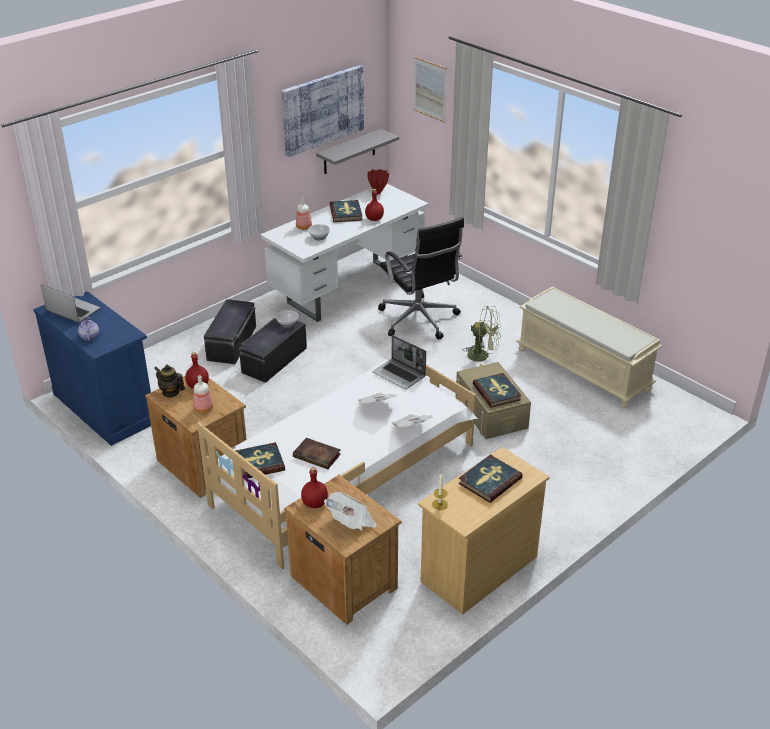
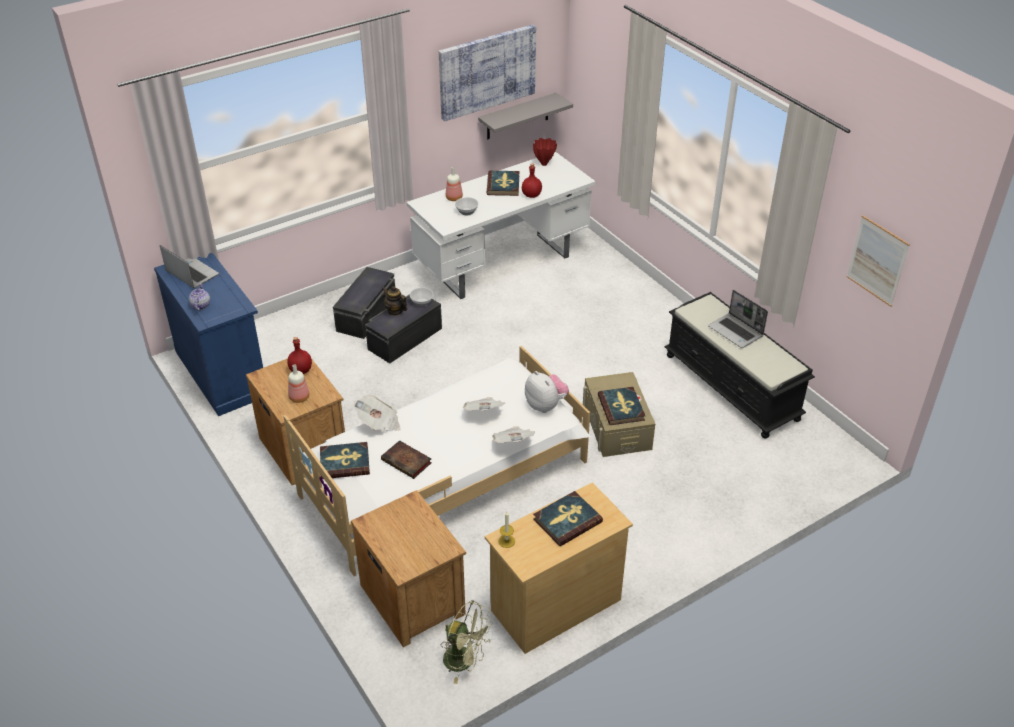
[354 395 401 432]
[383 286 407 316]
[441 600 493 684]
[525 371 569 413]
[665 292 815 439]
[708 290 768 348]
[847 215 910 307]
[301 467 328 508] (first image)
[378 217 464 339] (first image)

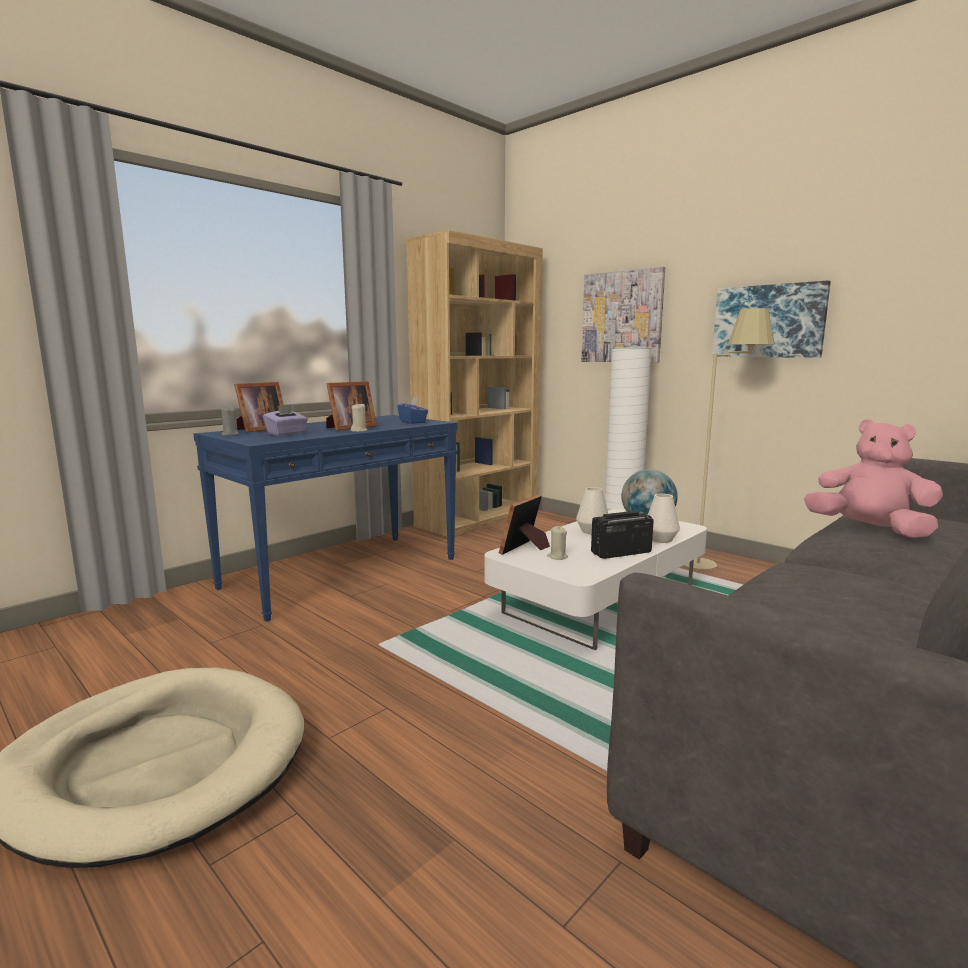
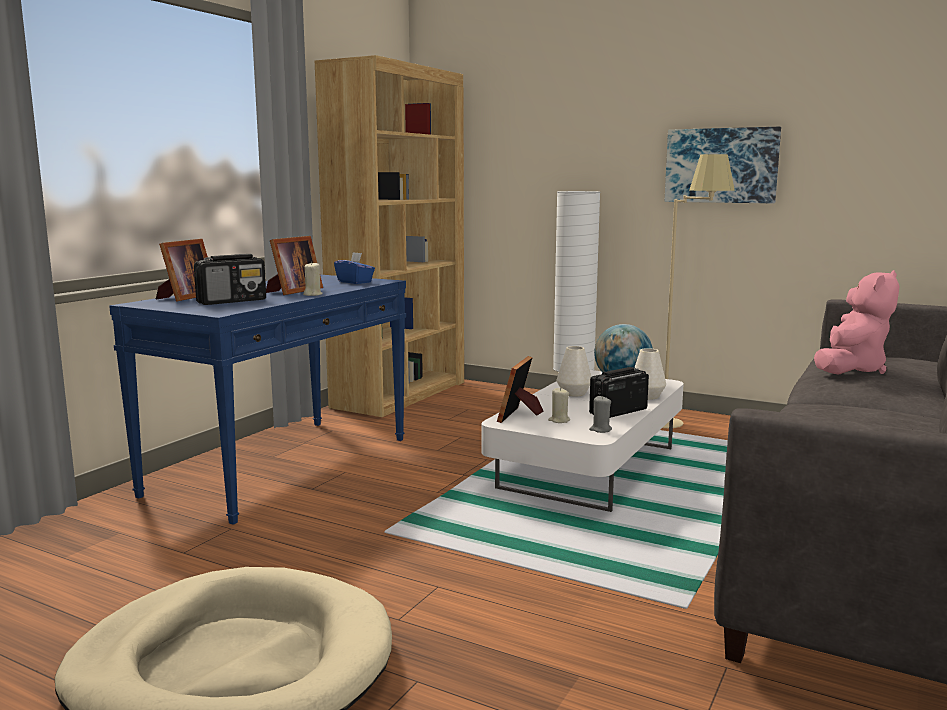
[194 254 266 305]
[589 396 612 433]
[814 270 900 374]
[582 266 665 363] (first image)

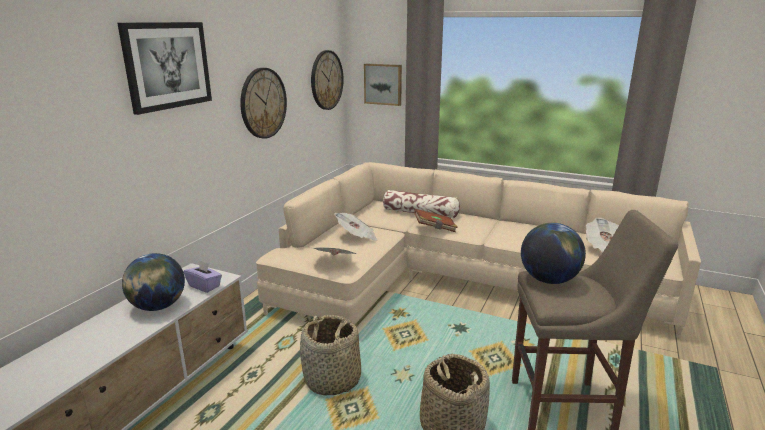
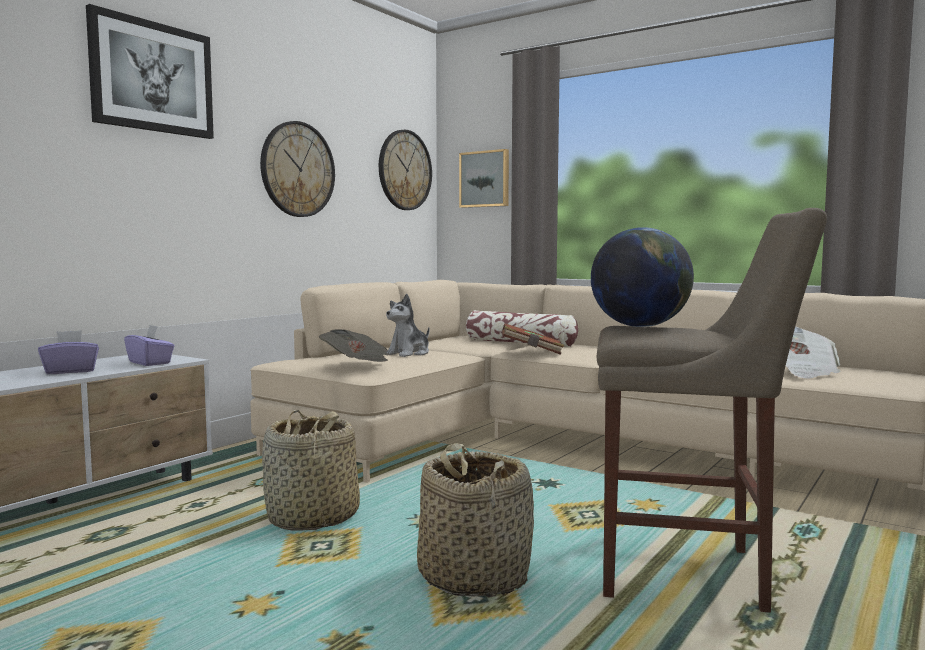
[38 330 99 374]
[386 294 429 357]

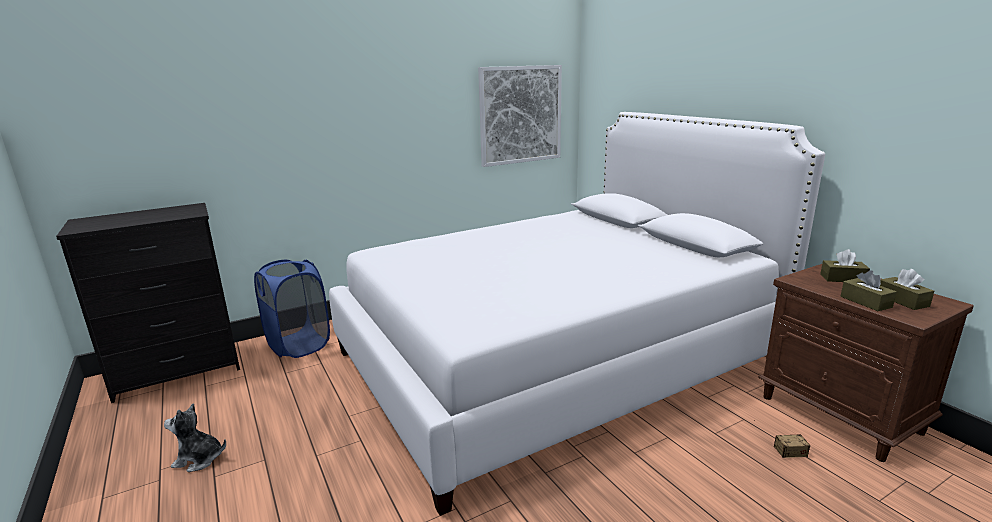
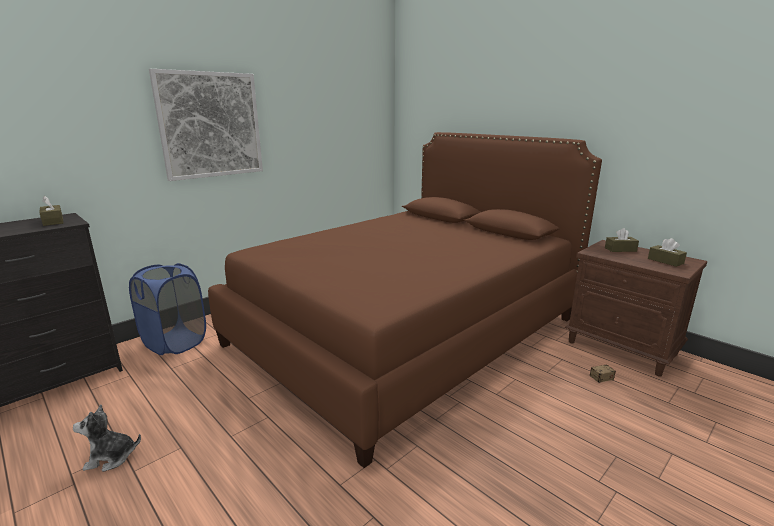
[39 196 63 226]
[149 69 263 181]
[208 132 602 468]

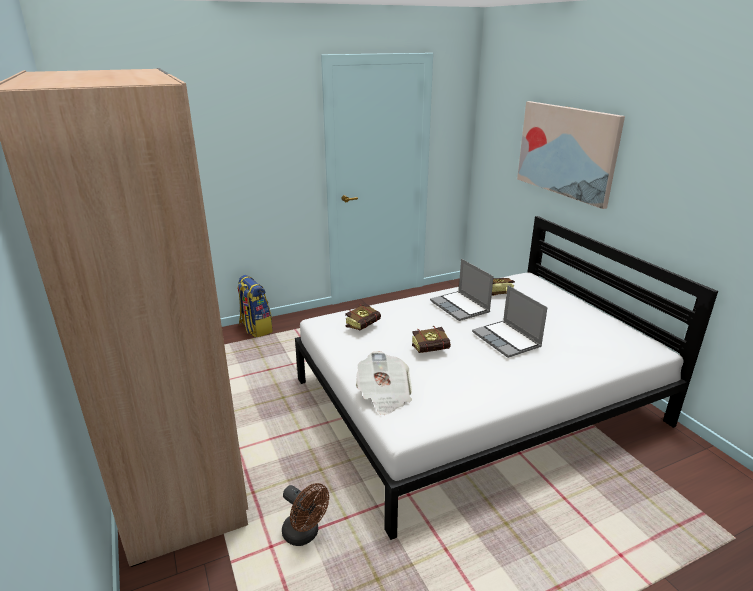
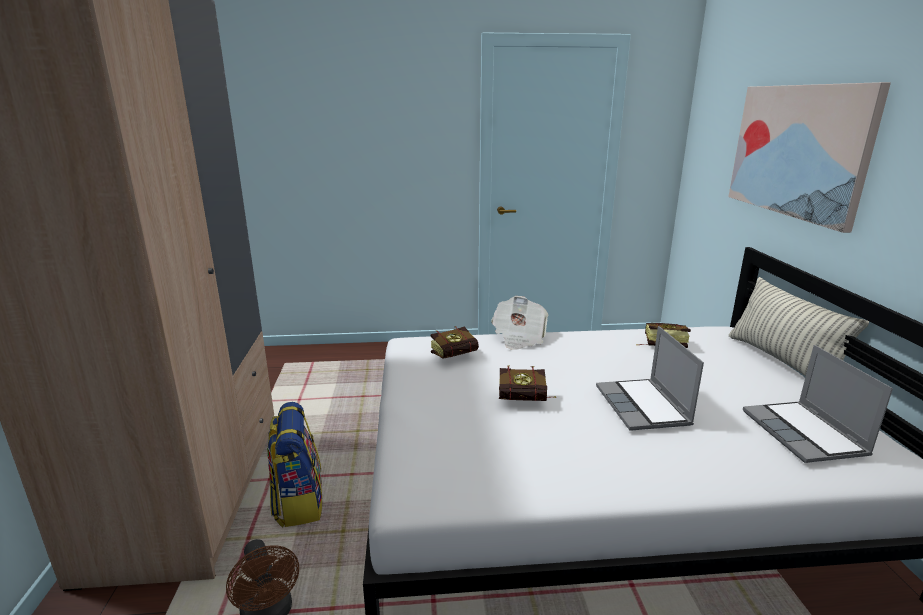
[267 402 322 528]
[491 296 548 350]
[729 277 869 376]
[743 345 893 463]

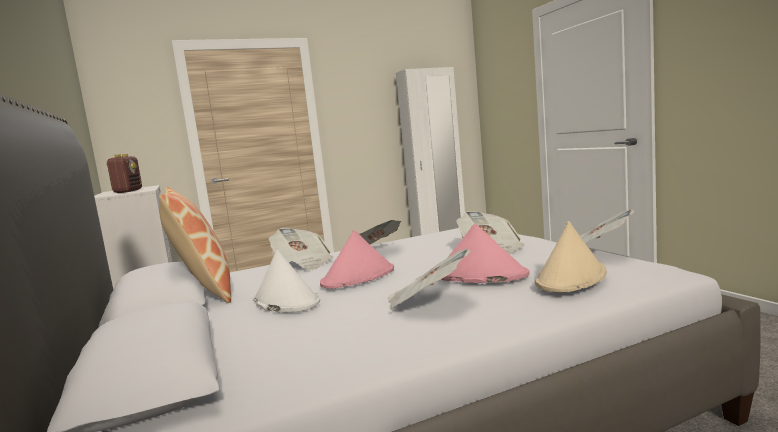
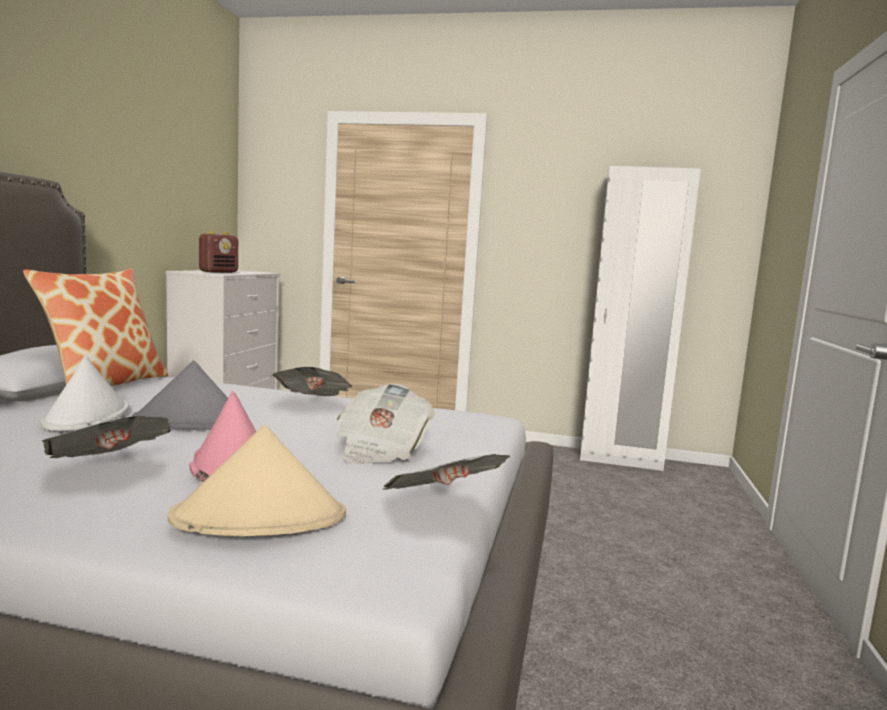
[132 361 228 429]
[269 228 333 270] (first image)

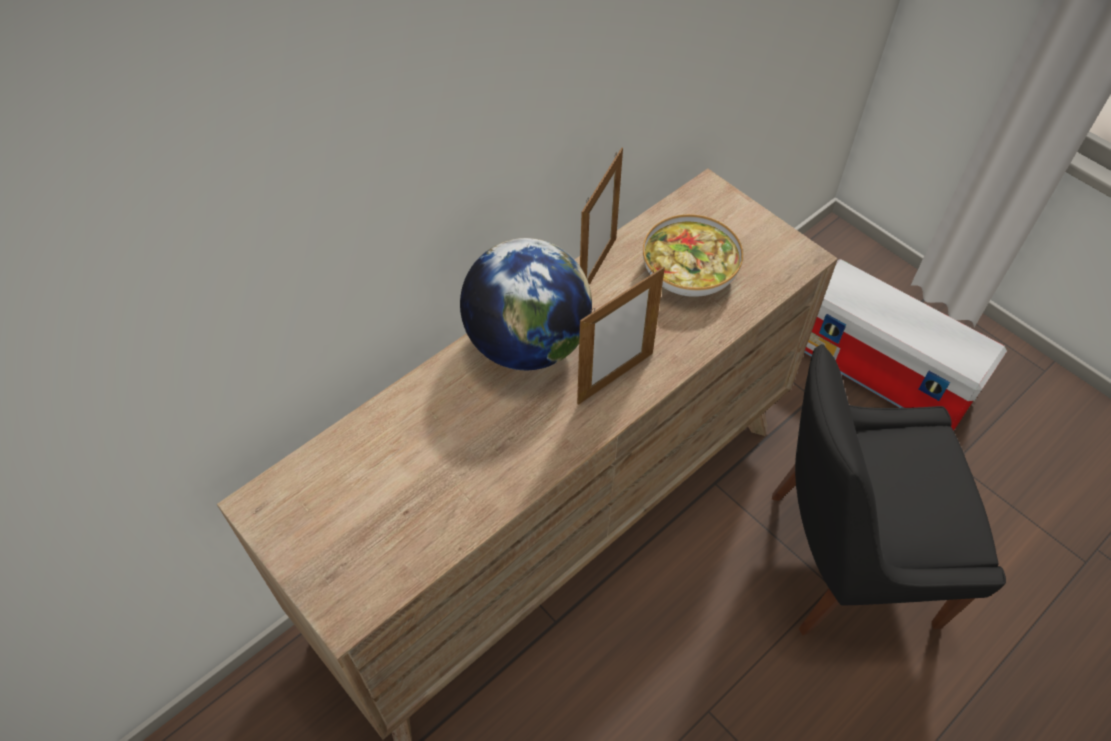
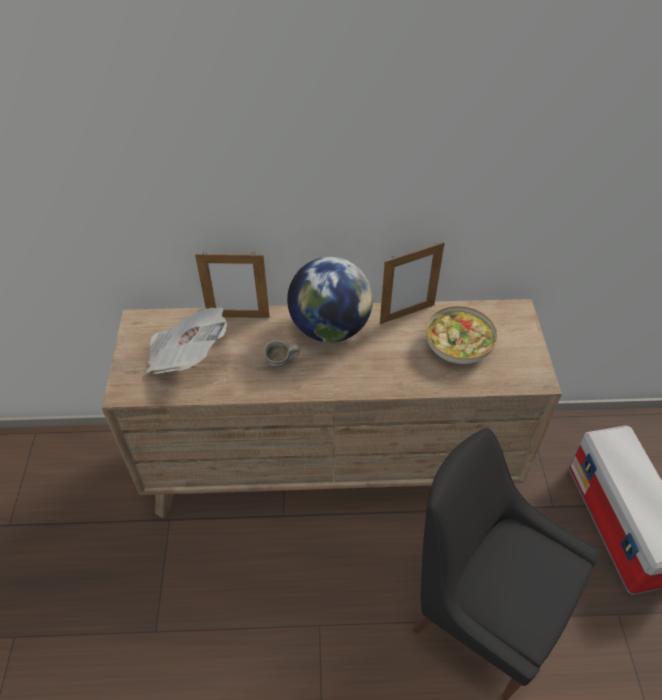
[146 307 227 374]
[195 252 270 318]
[264 340 300 367]

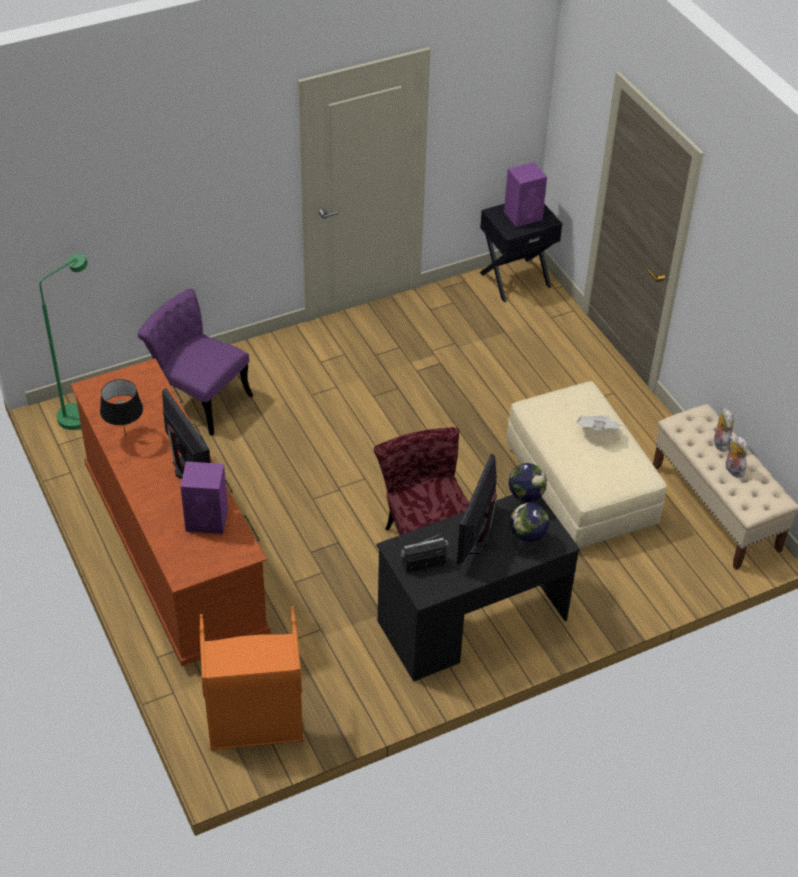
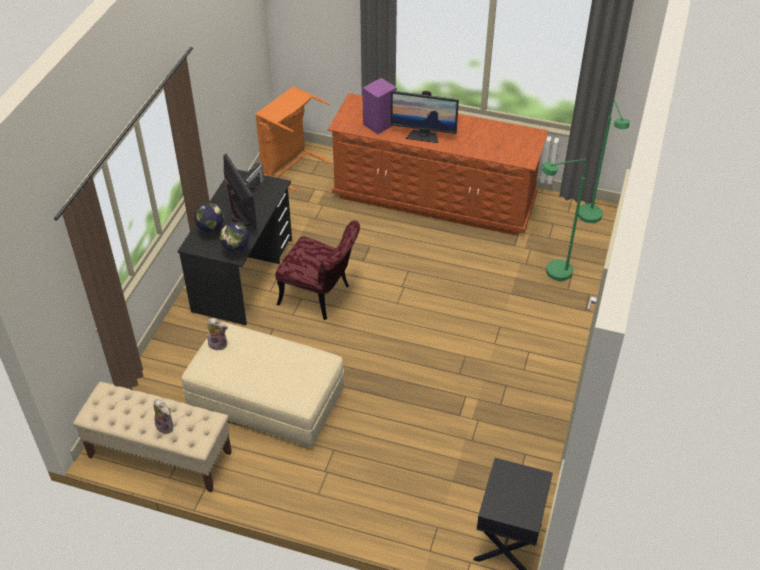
[206 318 228 351]
[541 159 587 281]
[100 379 143 437] (first image)
[504 162 547 227] (first image)
[576 415 622 430] (first image)

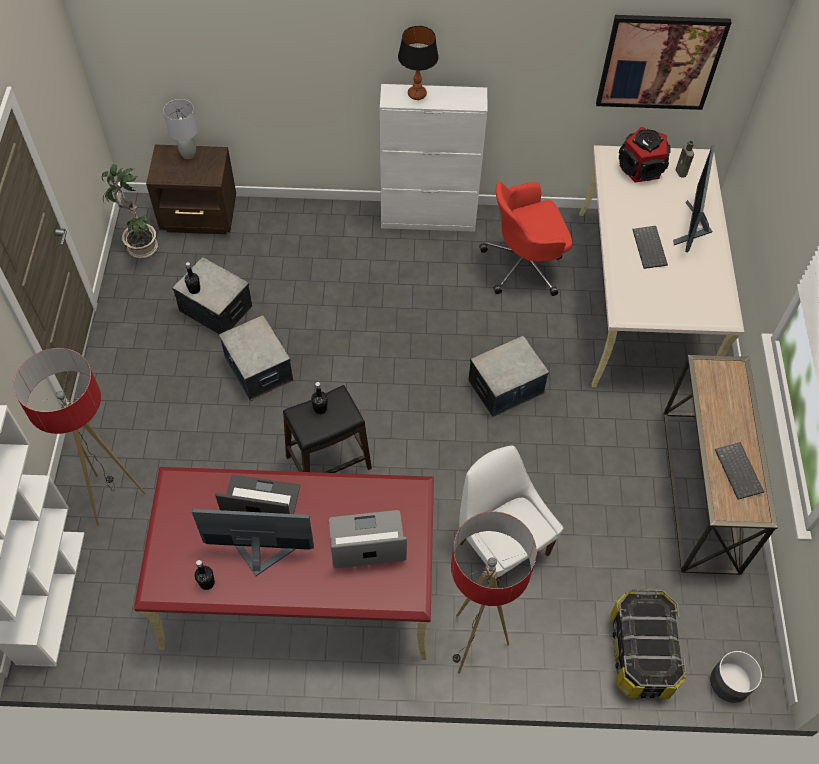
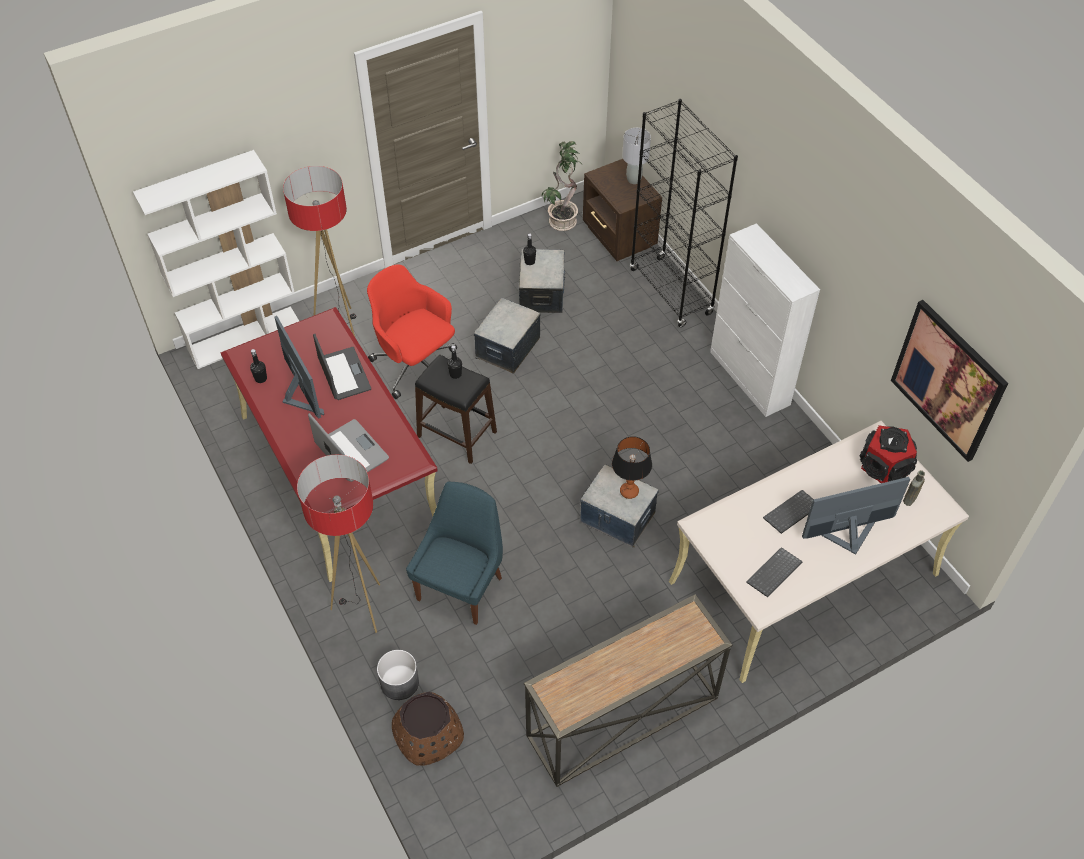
[367 264 457 399]
[377 650 419 700]
[392 692 464 766]
[406 482 503 625]
[612 436 652 499]
[630 99 738 327]
[746 547 803 597]

